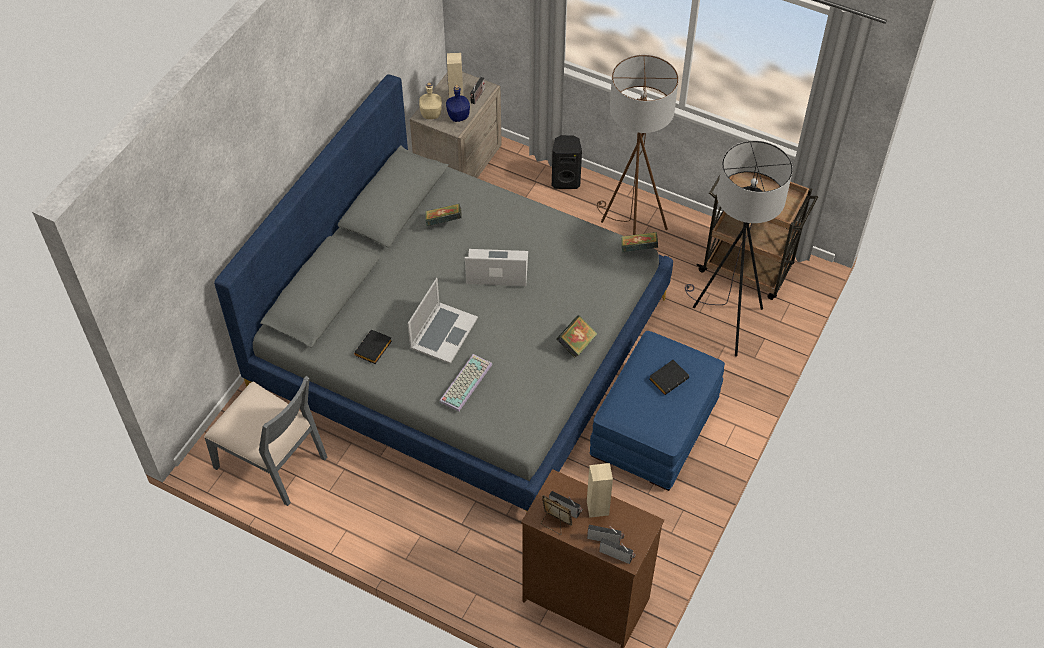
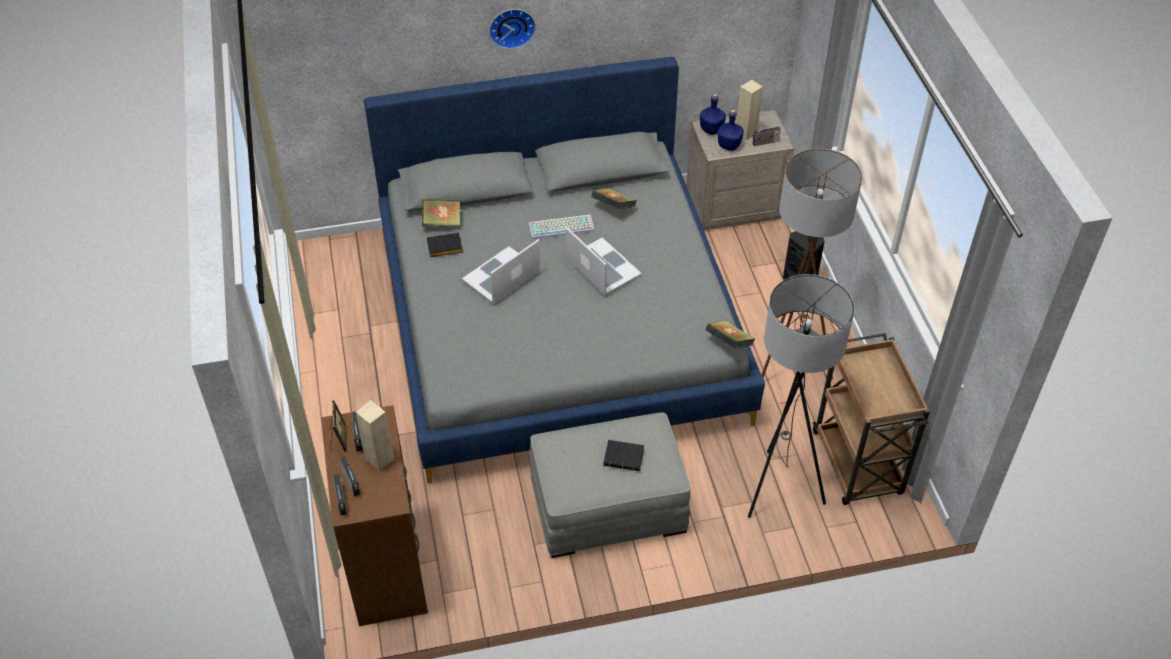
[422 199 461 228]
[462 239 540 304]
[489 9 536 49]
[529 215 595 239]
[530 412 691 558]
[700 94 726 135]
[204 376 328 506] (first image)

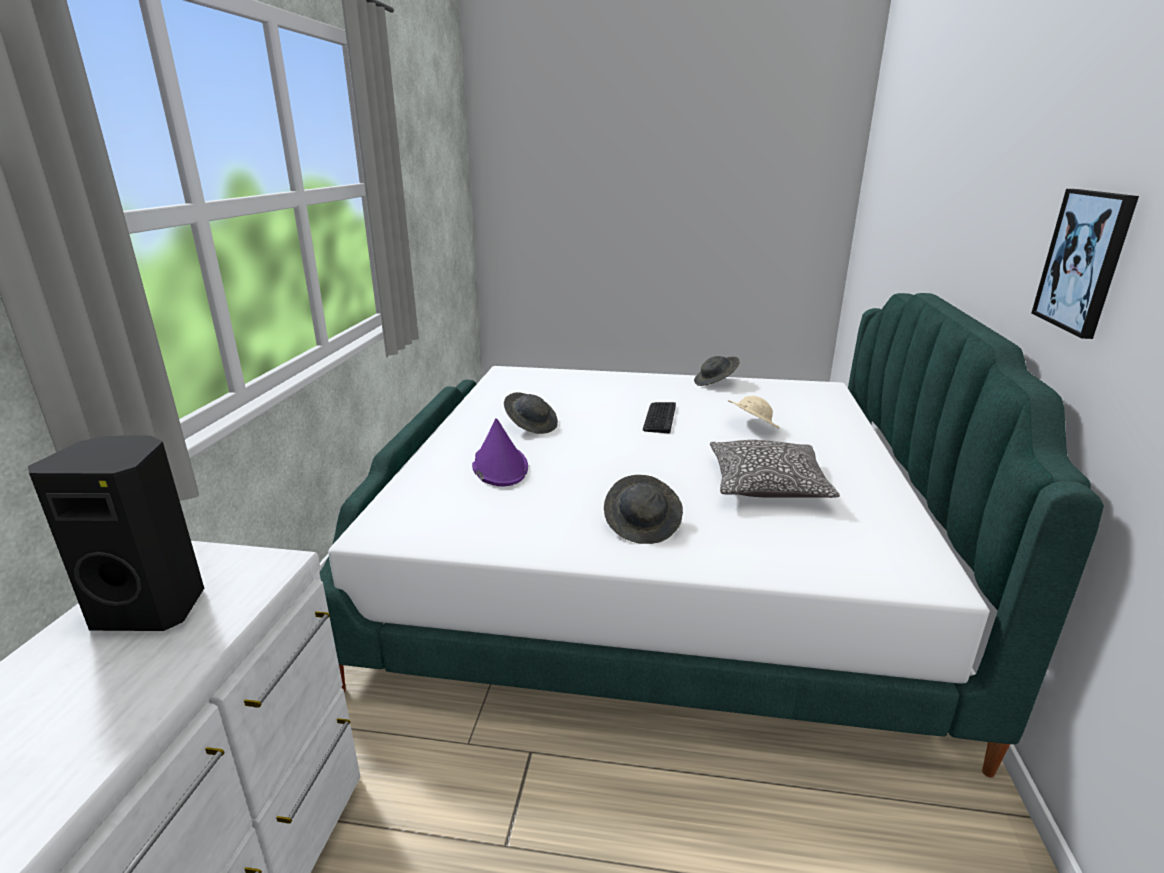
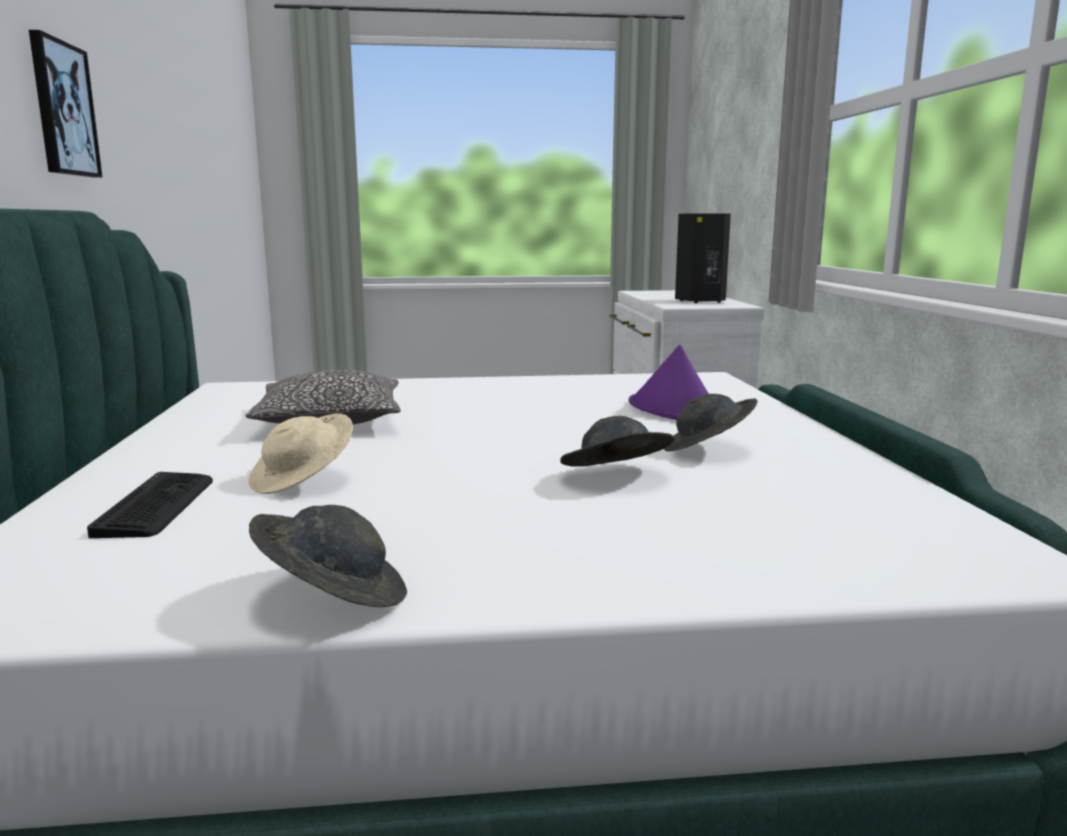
[87 472 213 538]
[560 416 675 467]

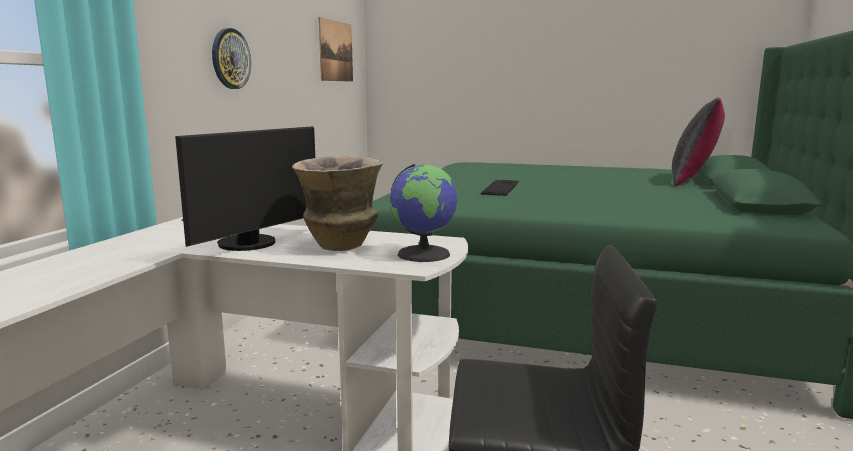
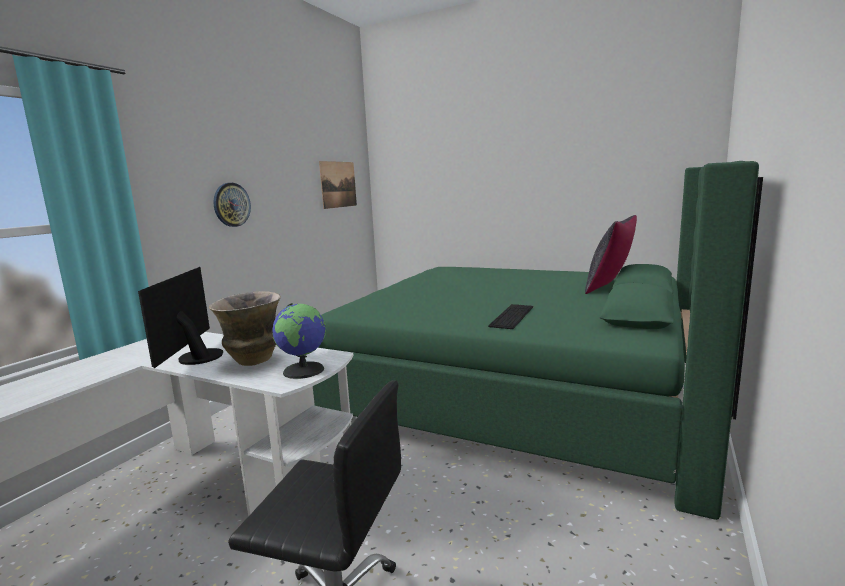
[138 267 223 368]
[488 304 533 329]

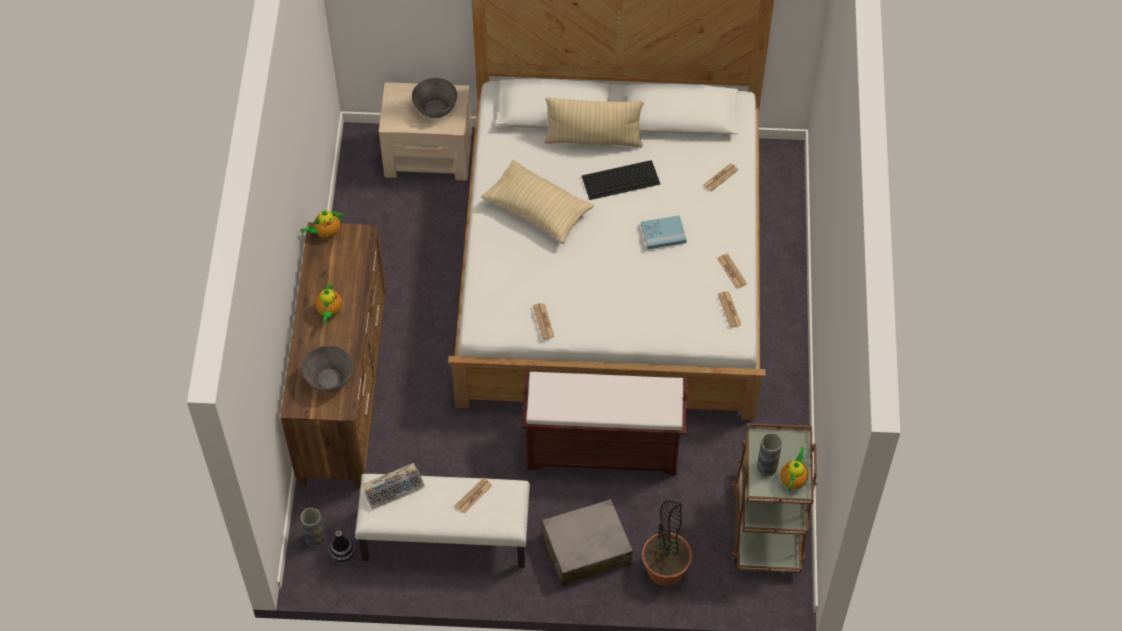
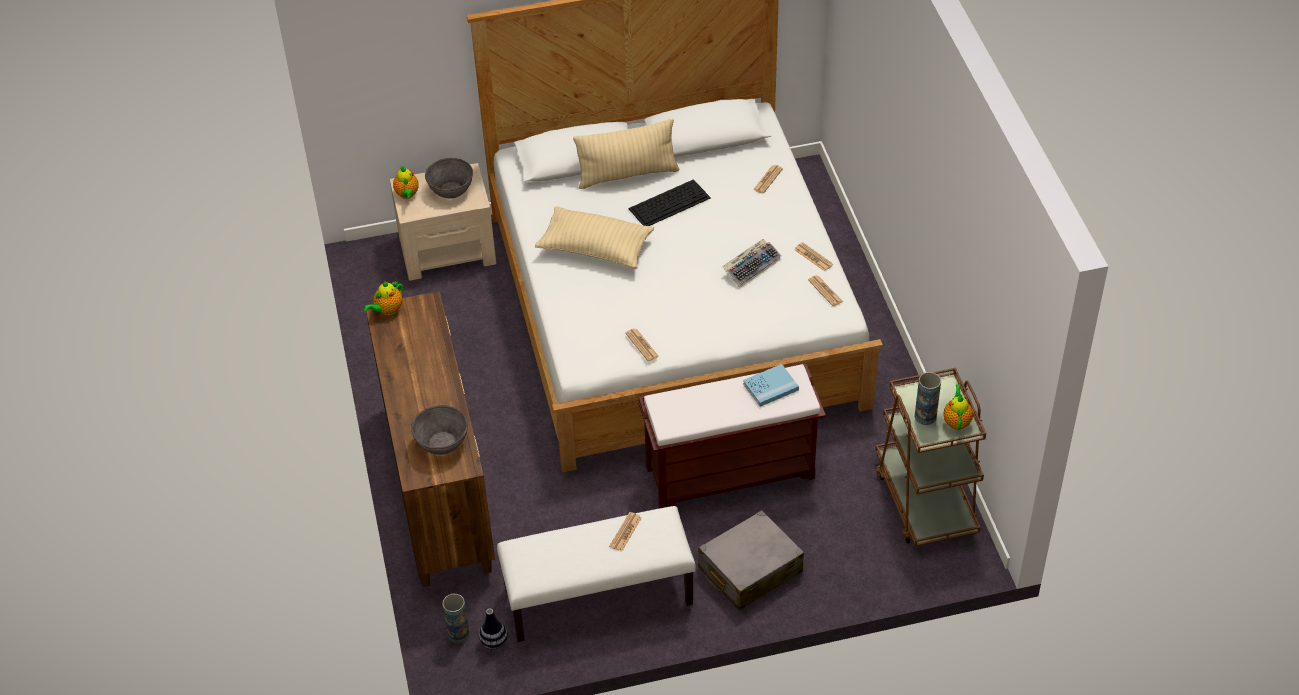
[393 166 419 199]
[722 239 781 287]
[743 364 799 407]
[642 501 692 586] (first image)

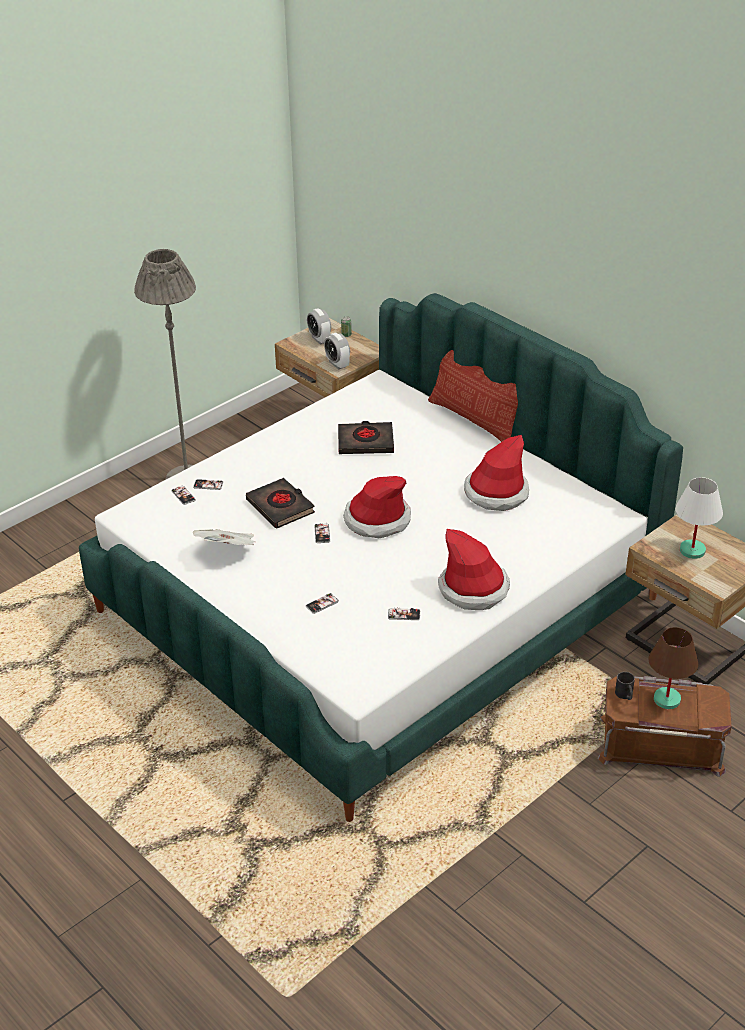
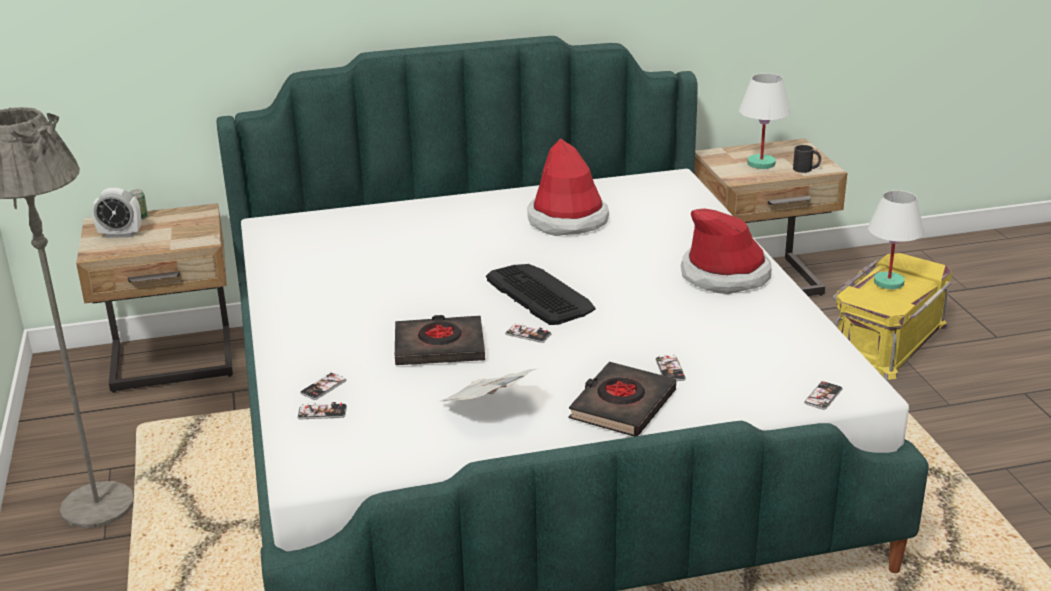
[486 264 596 325]
[568 362 676 437]
[793 145 821 173]
[804 381 842 410]
[833 253 952 380]
[868 190 924 289]
[324 333 350 369] (first image)
[428 350 518 442] (first image)

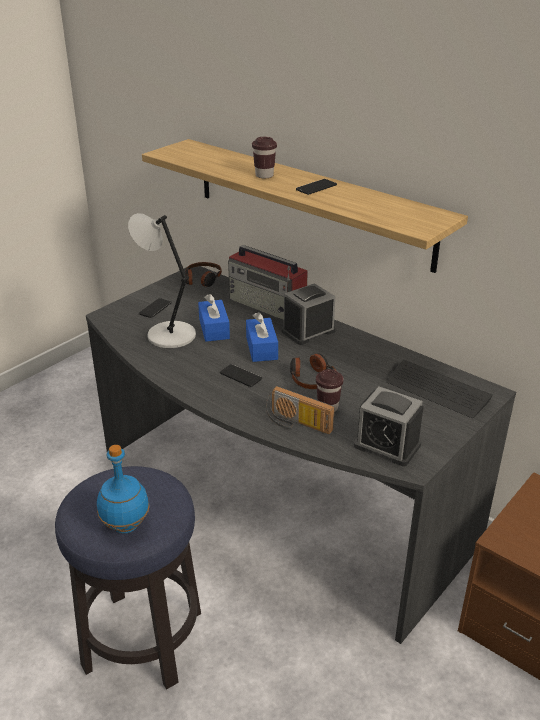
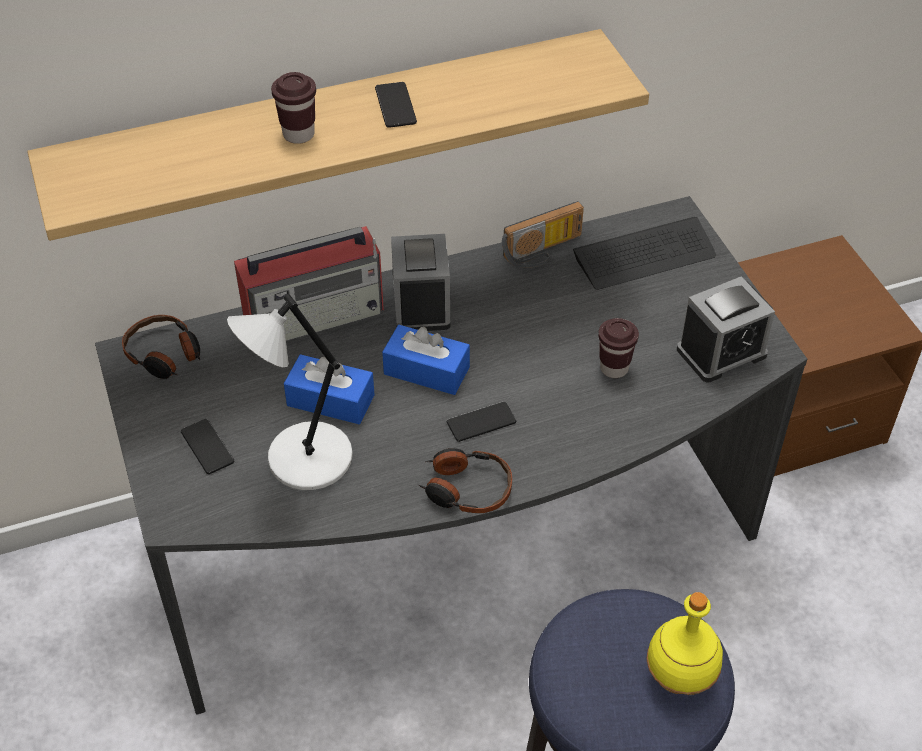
[419 448 512 513]
[502 201 584 268]
[646 592 723 695]

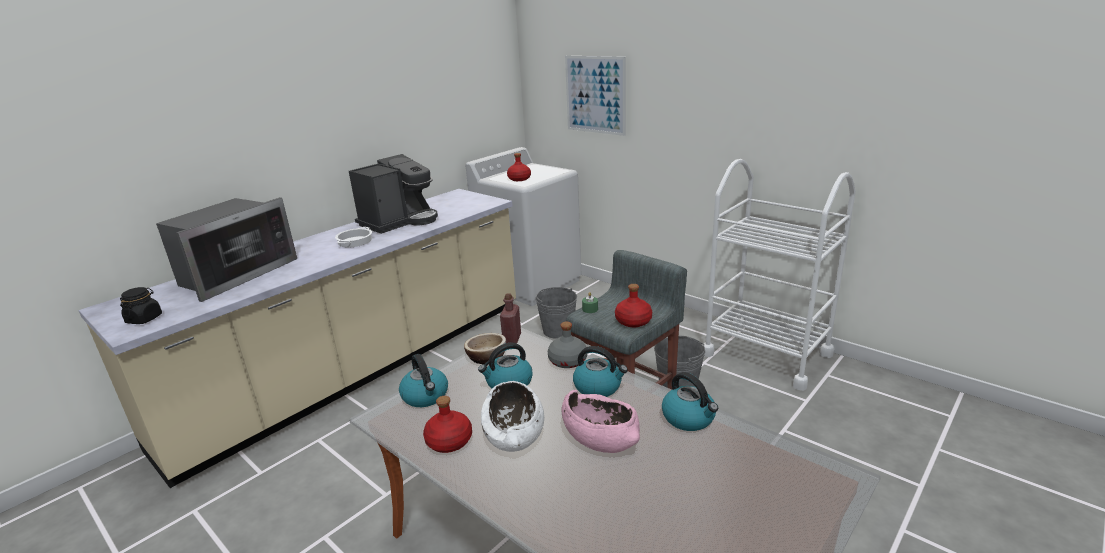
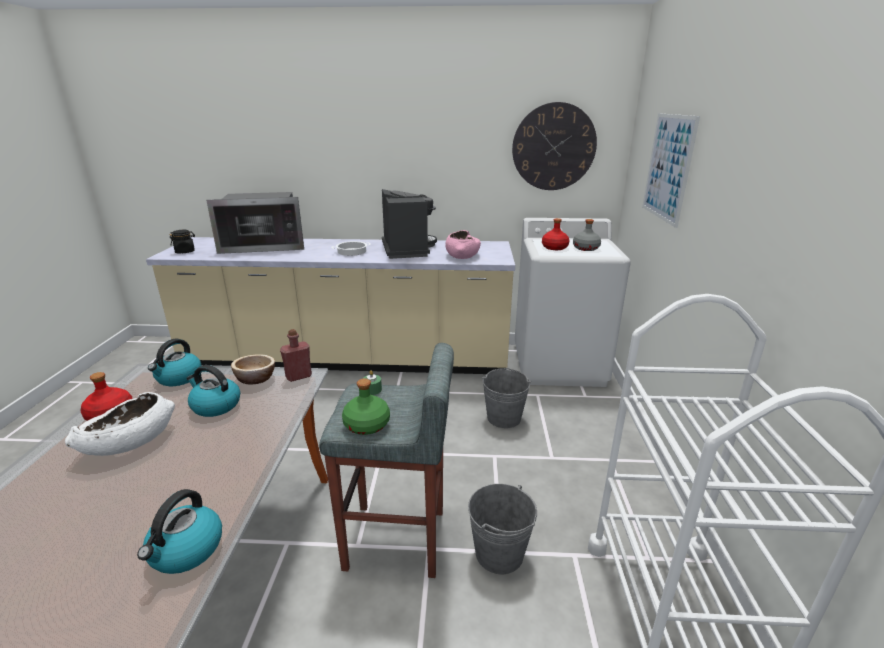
[342 379 390 435]
[382 189 437 259]
[445 230 481 259]
[512 102 597 190]
[573 219 601 251]
[573 346 628 397] (first image)

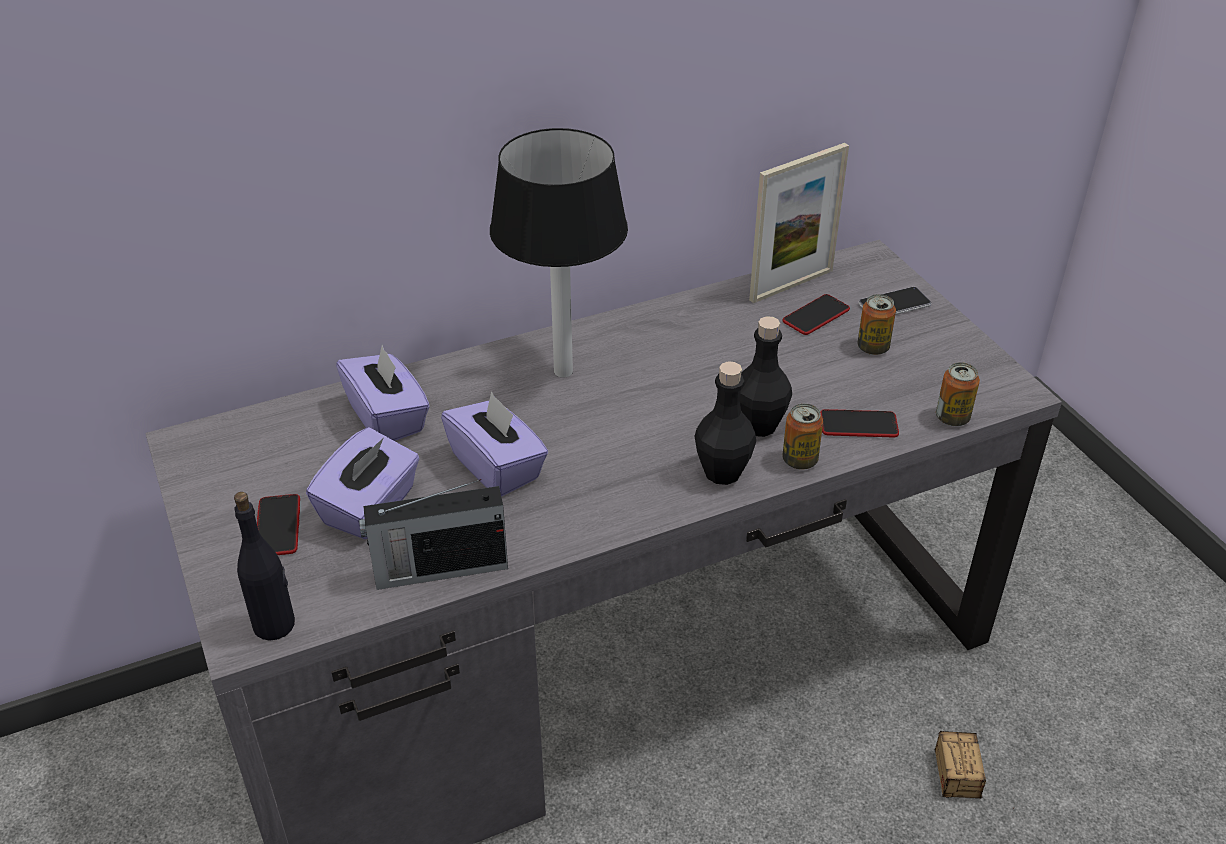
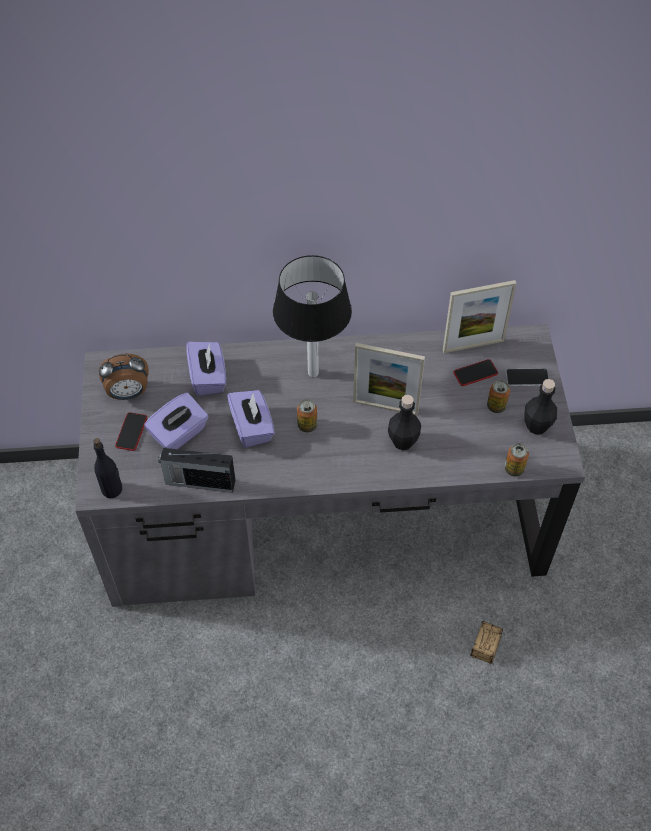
[99 354 149 400]
[297 399 317 433]
[353 343 425 416]
[524 379 557 435]
[820 409 899 437] (first image)

